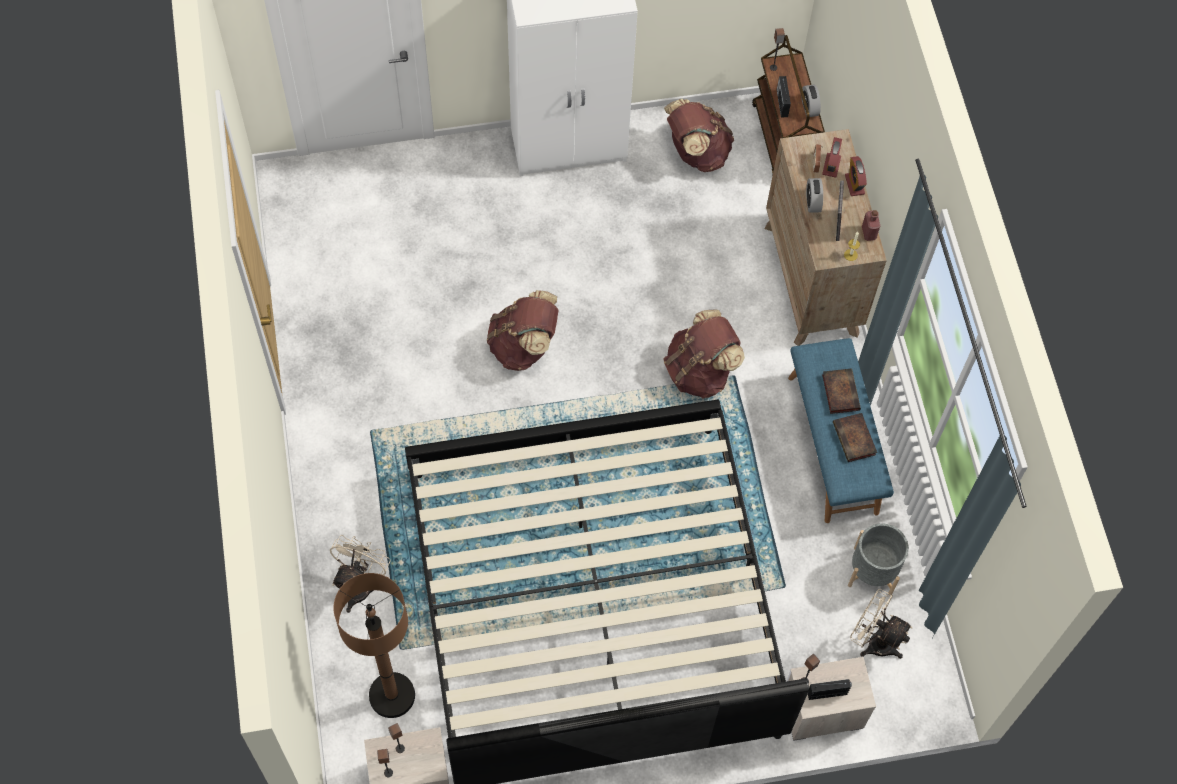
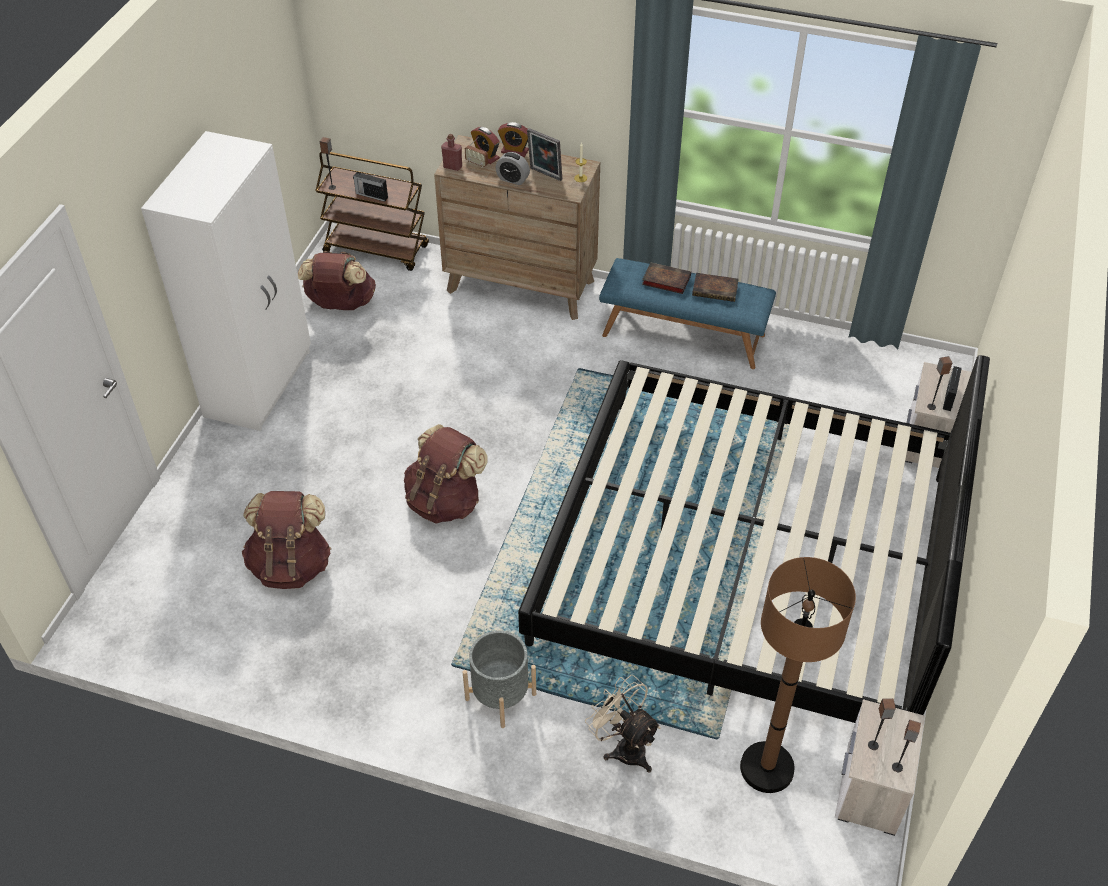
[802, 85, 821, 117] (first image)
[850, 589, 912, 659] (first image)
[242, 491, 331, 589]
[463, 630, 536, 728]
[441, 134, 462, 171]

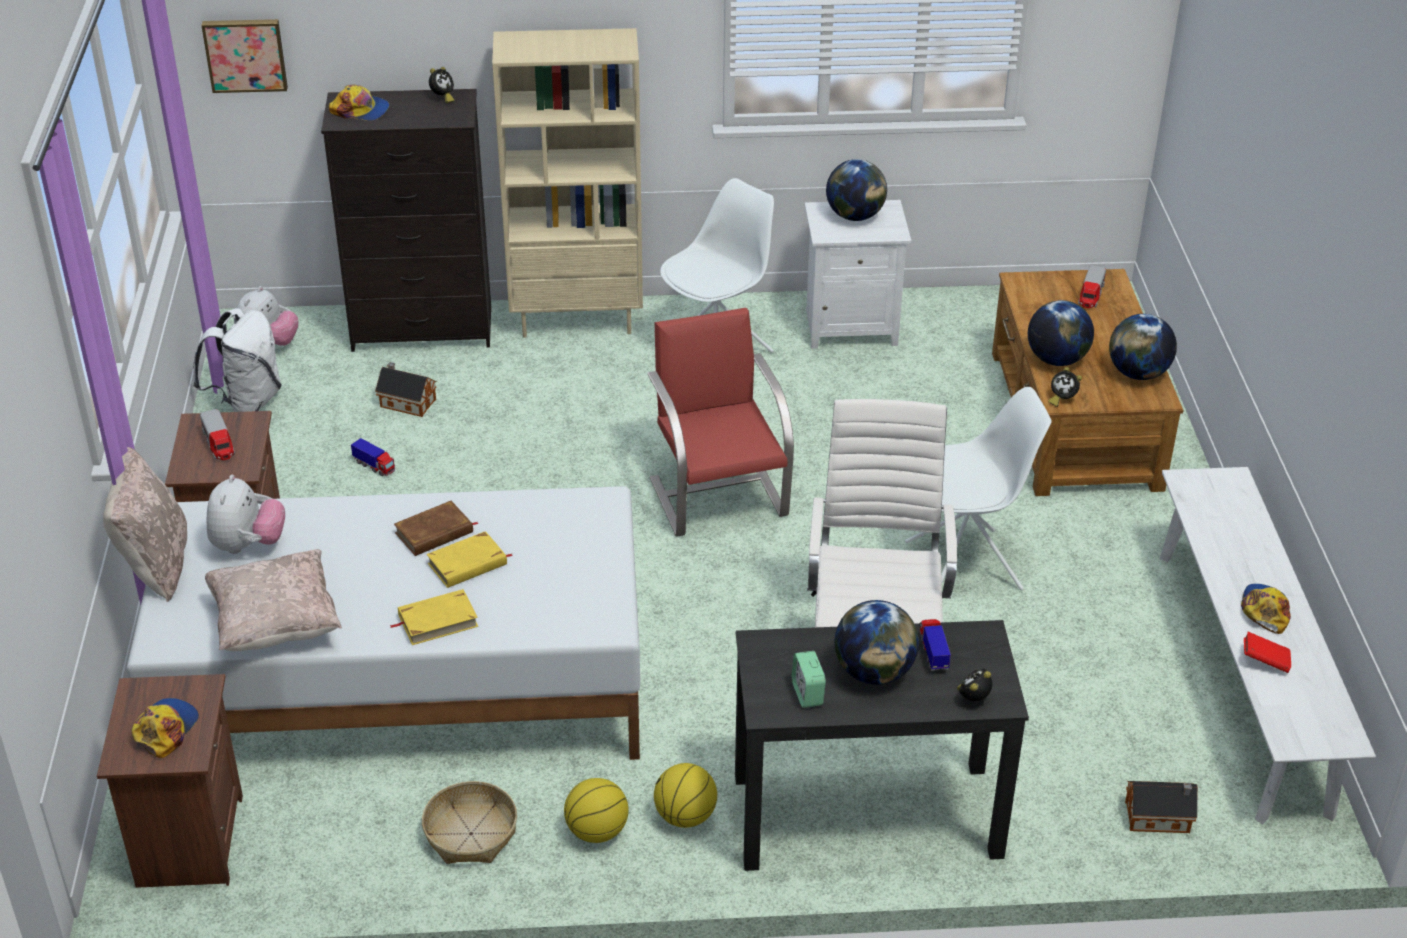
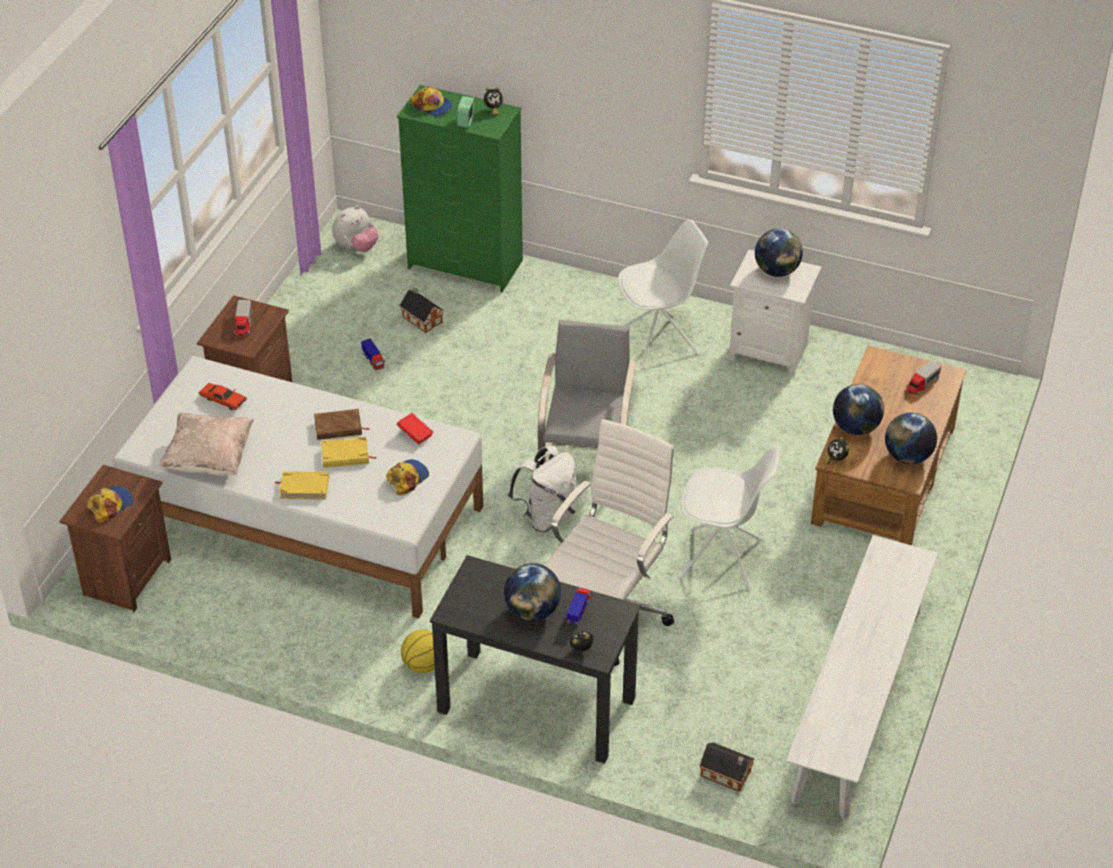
[103, 447, 187, 602] (first image)
[201, 19, 288, 93] (first image)
[422, 781, 517, 864] (first image)
[492, 28, 643, 338] (first image)
[564, 778, 629, 843] (first image)
[507, 446, 576, 532]
[457, 96, 474, 128]
[386, 459, 429, 495]
[397, 413, 433, 444]
[198, 383, 247, 410]
[397, 85, 523, 293]
[538, 320, 636, 462]

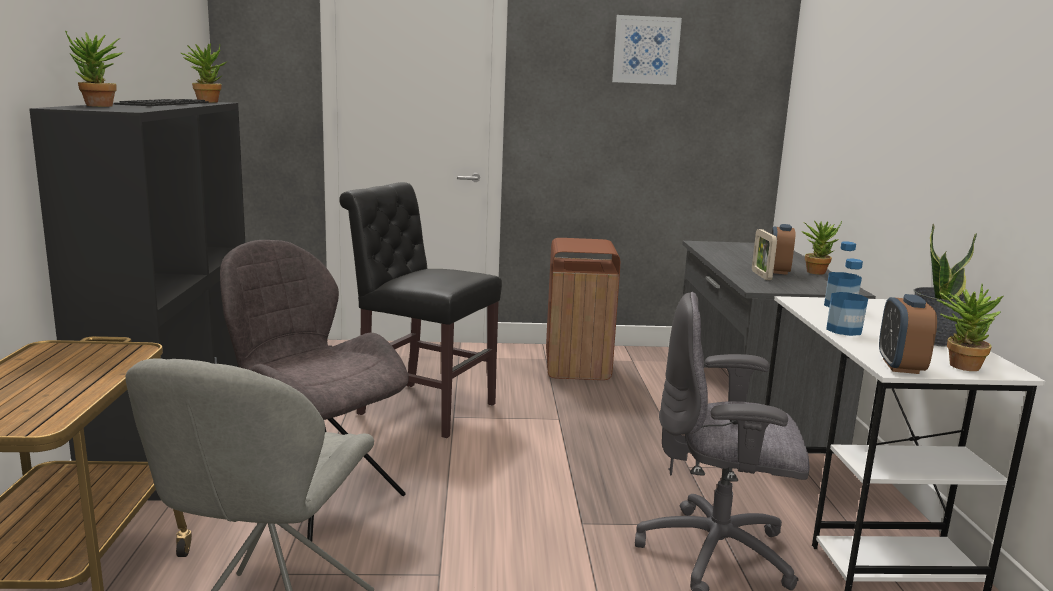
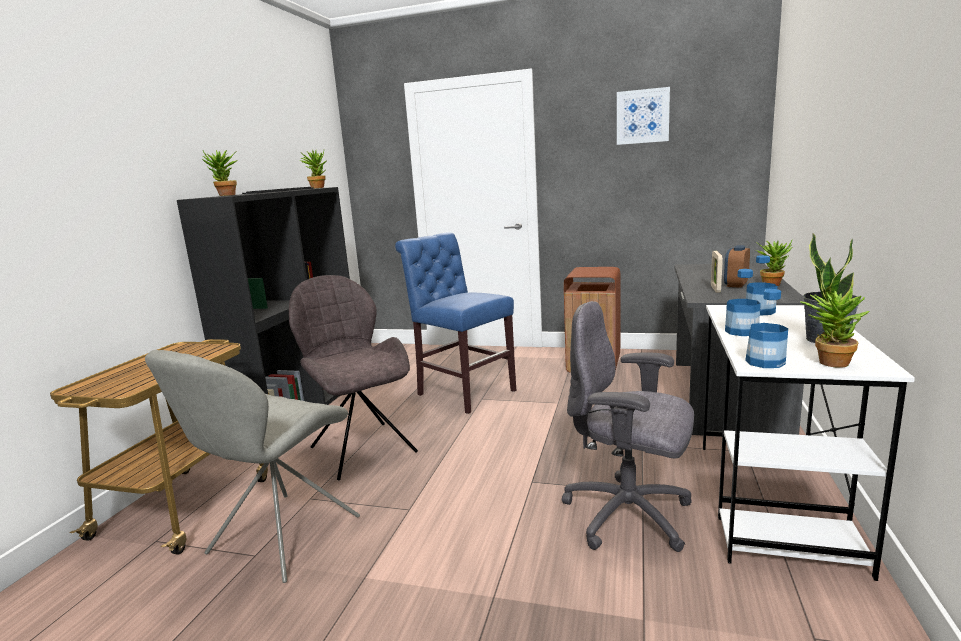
[745, 289, 788, 368]
[395, 232, 516, 414]

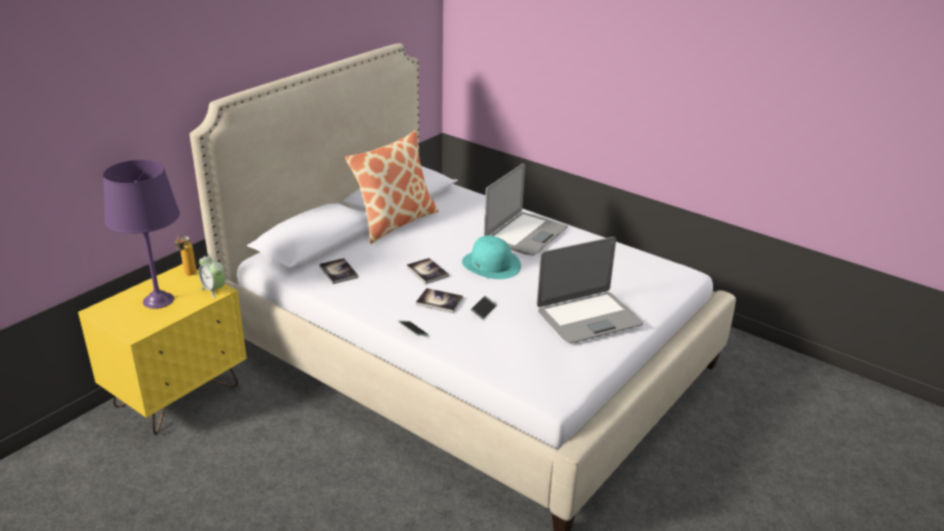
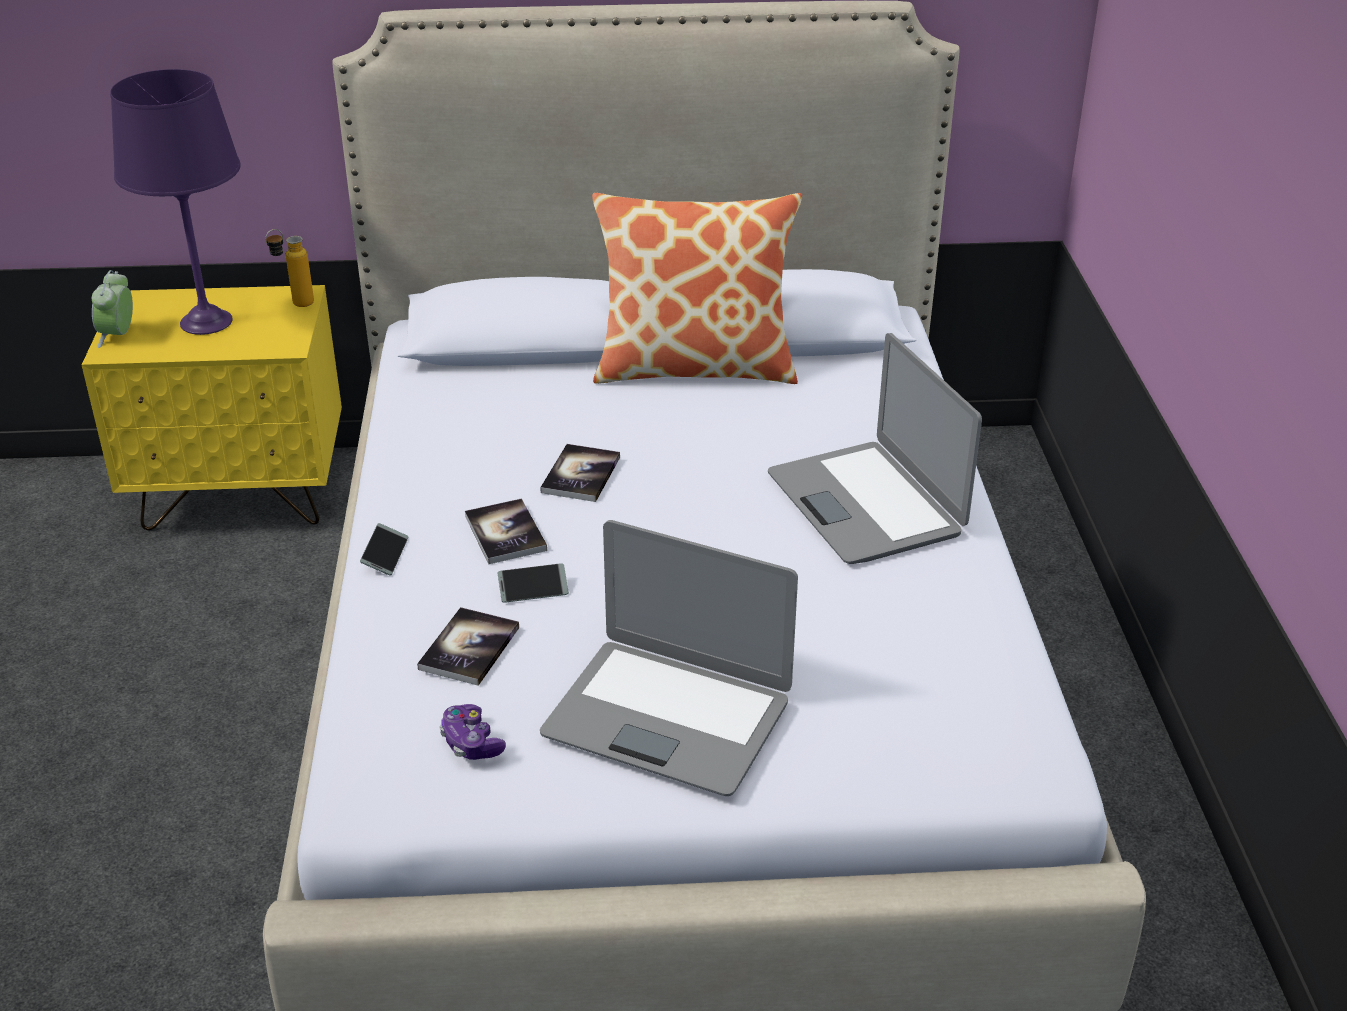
[462, 235, 521, 279] (first image)
[440, 704, 506, 760]
[92, 270, 133, 348]
[417, 607, 519, 686]
[768, 333, 982, 564]

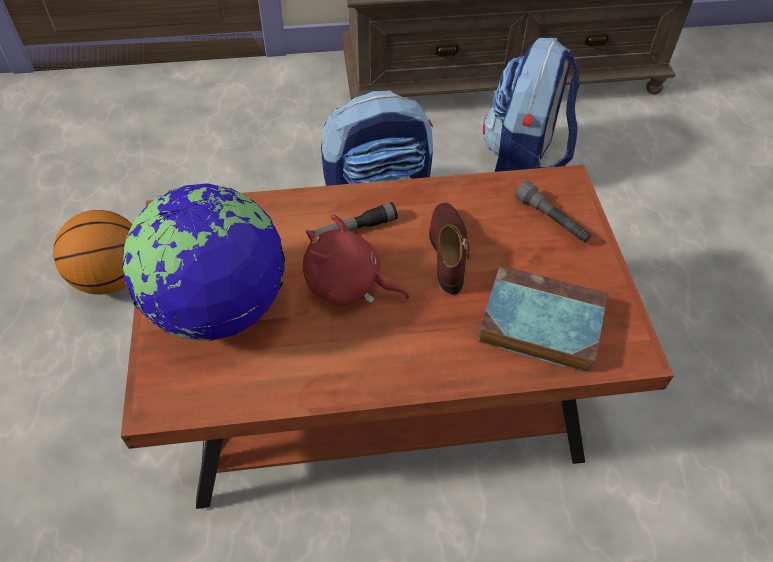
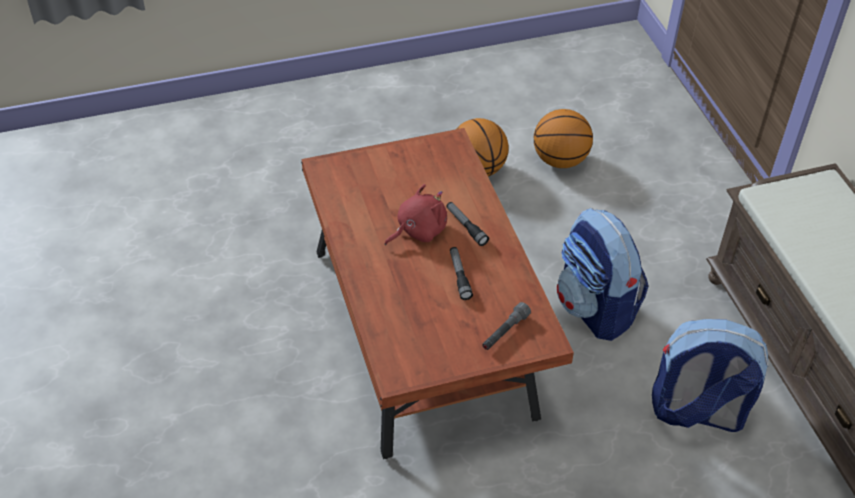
[122, 183, 285, 341] (first image)
[477, 265, 608, 374] (first image)
[534, 109, 593, 168]
[450, 247, 473, 300]
[385, 184, 447, 245]

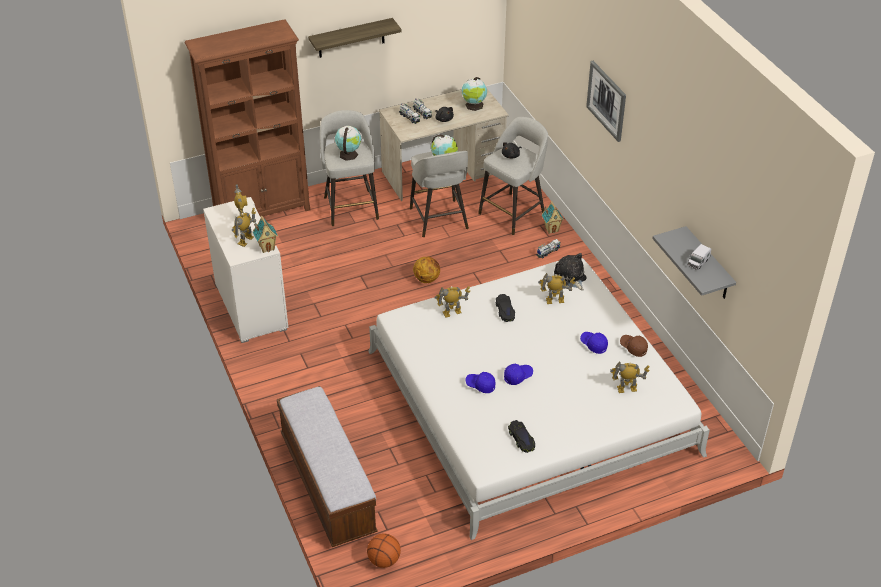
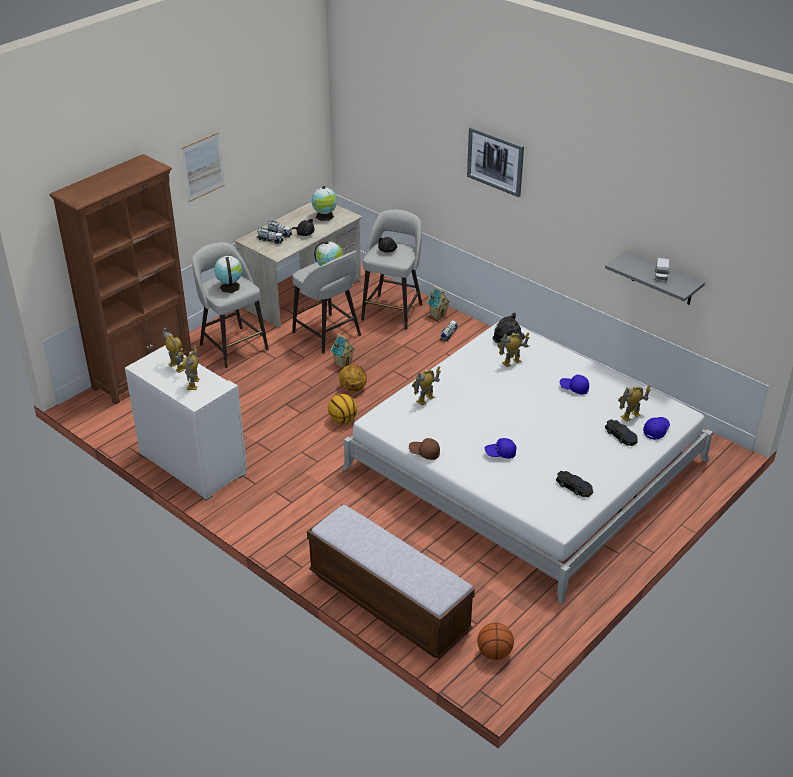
[328, 394, 357, 424]
[331, 334, 355, 368]
[605, 419, 638, 446]
[643, 417, 670, 440]
[409, 438, 440, 460]
[182, 132, 225, 202]

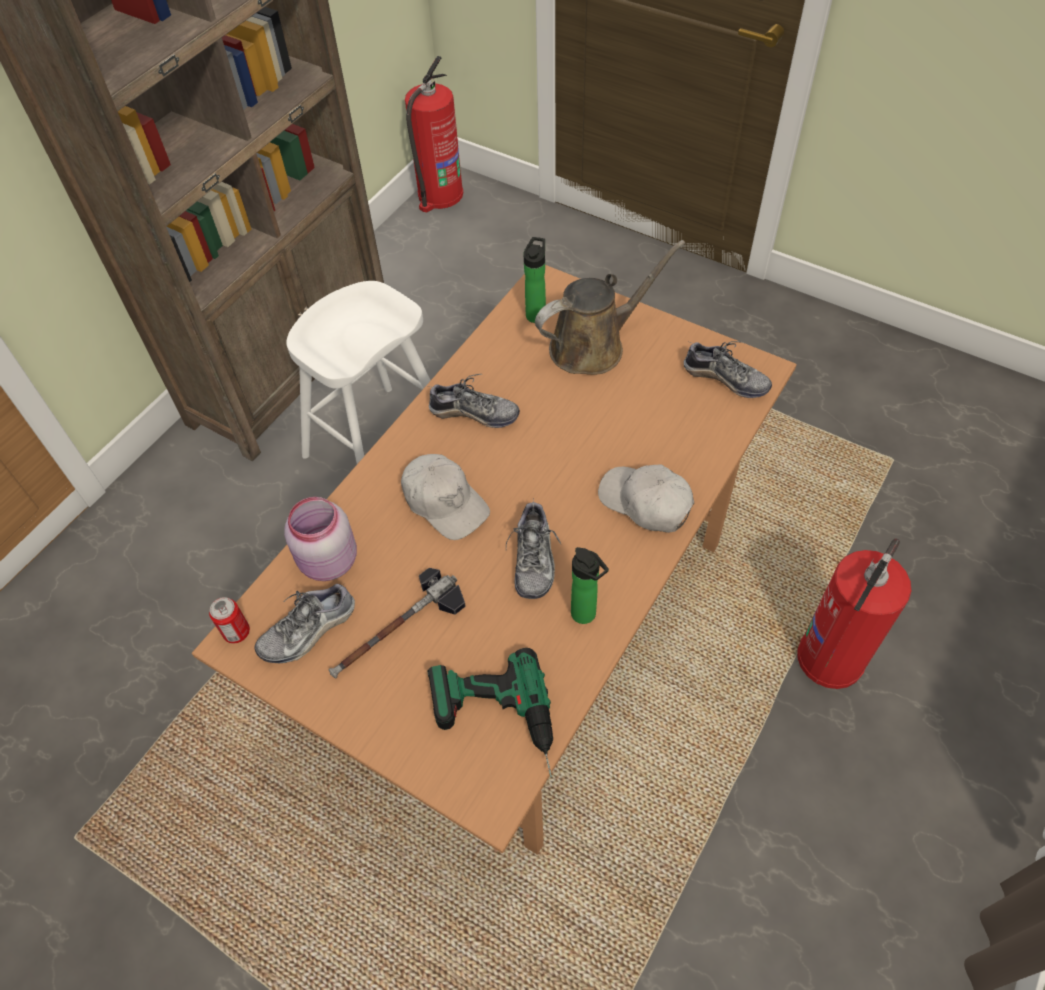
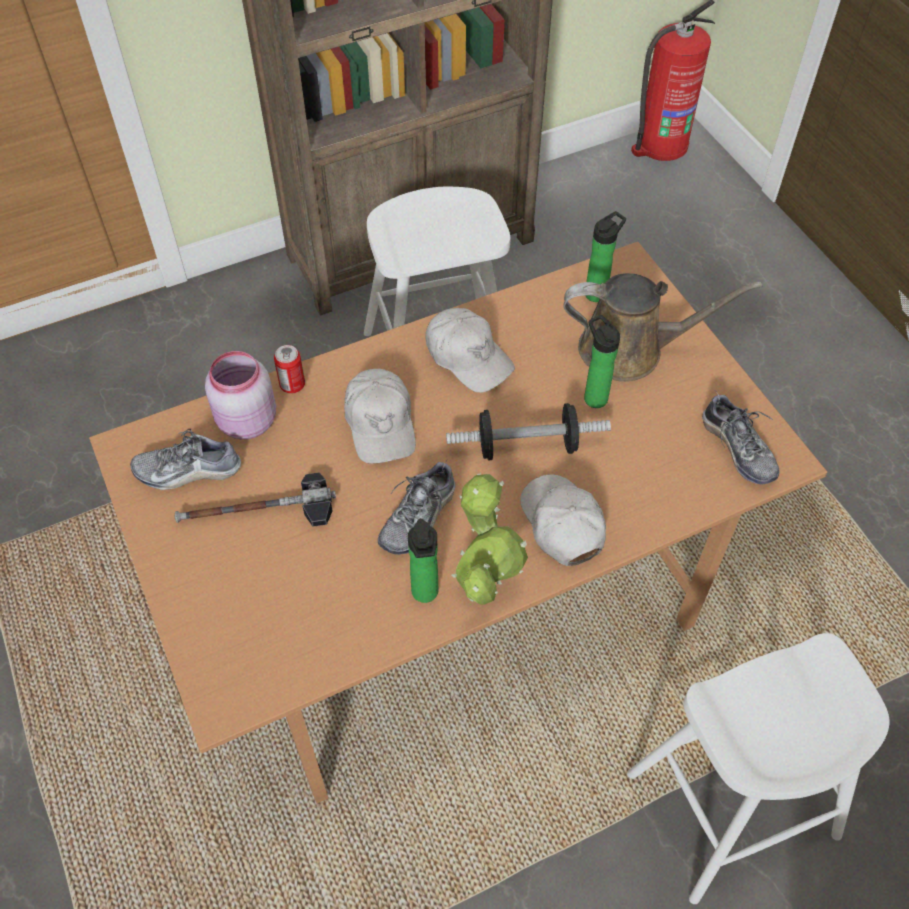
[427, 648, 553, 777] (first image)
[446, 403, 611, 461]
[452, 473, 528, 605]
[584, 315, 620, 408]
[274, 345, 305, 394]
[425, 308, 515, 393]
[627, 633, 890, 904]

